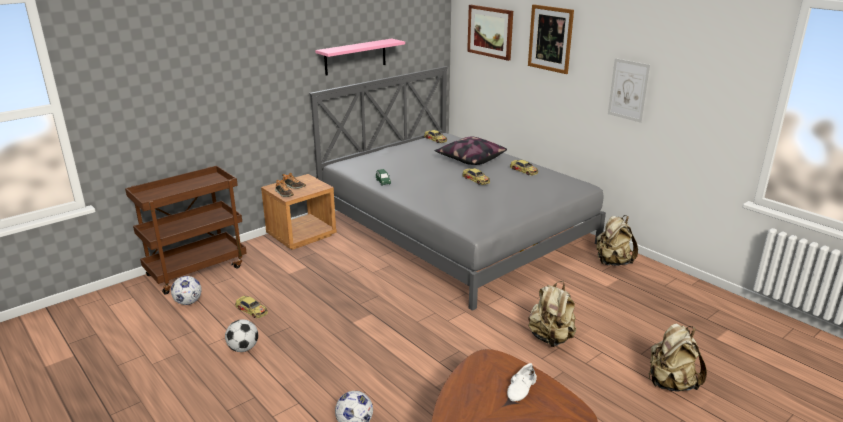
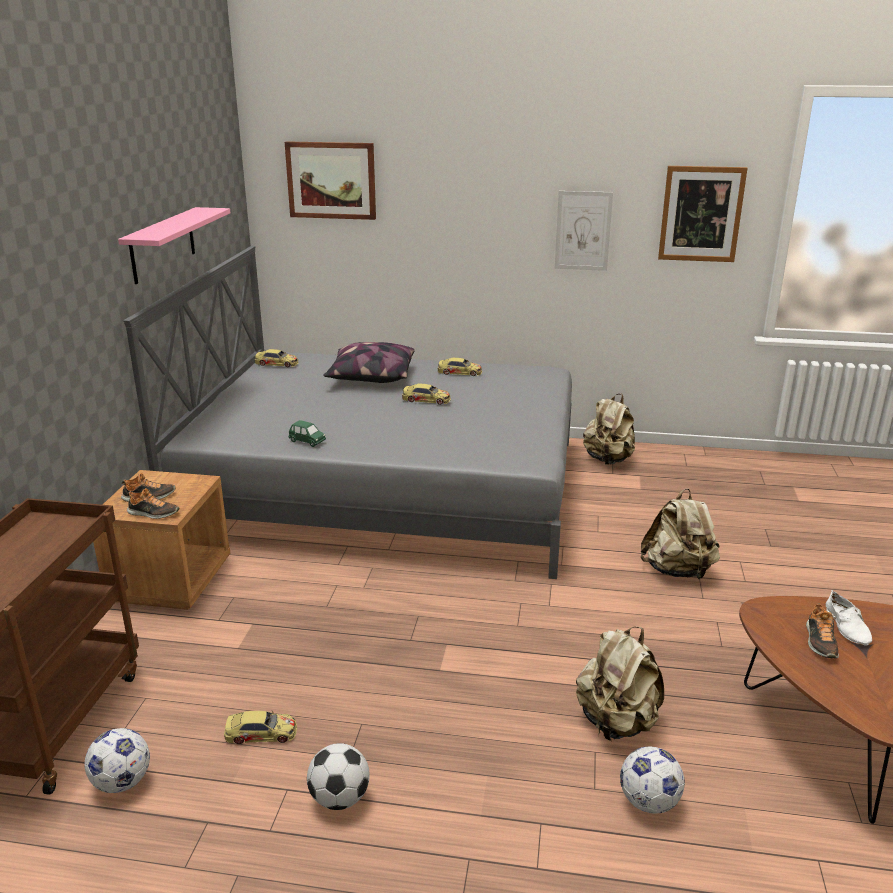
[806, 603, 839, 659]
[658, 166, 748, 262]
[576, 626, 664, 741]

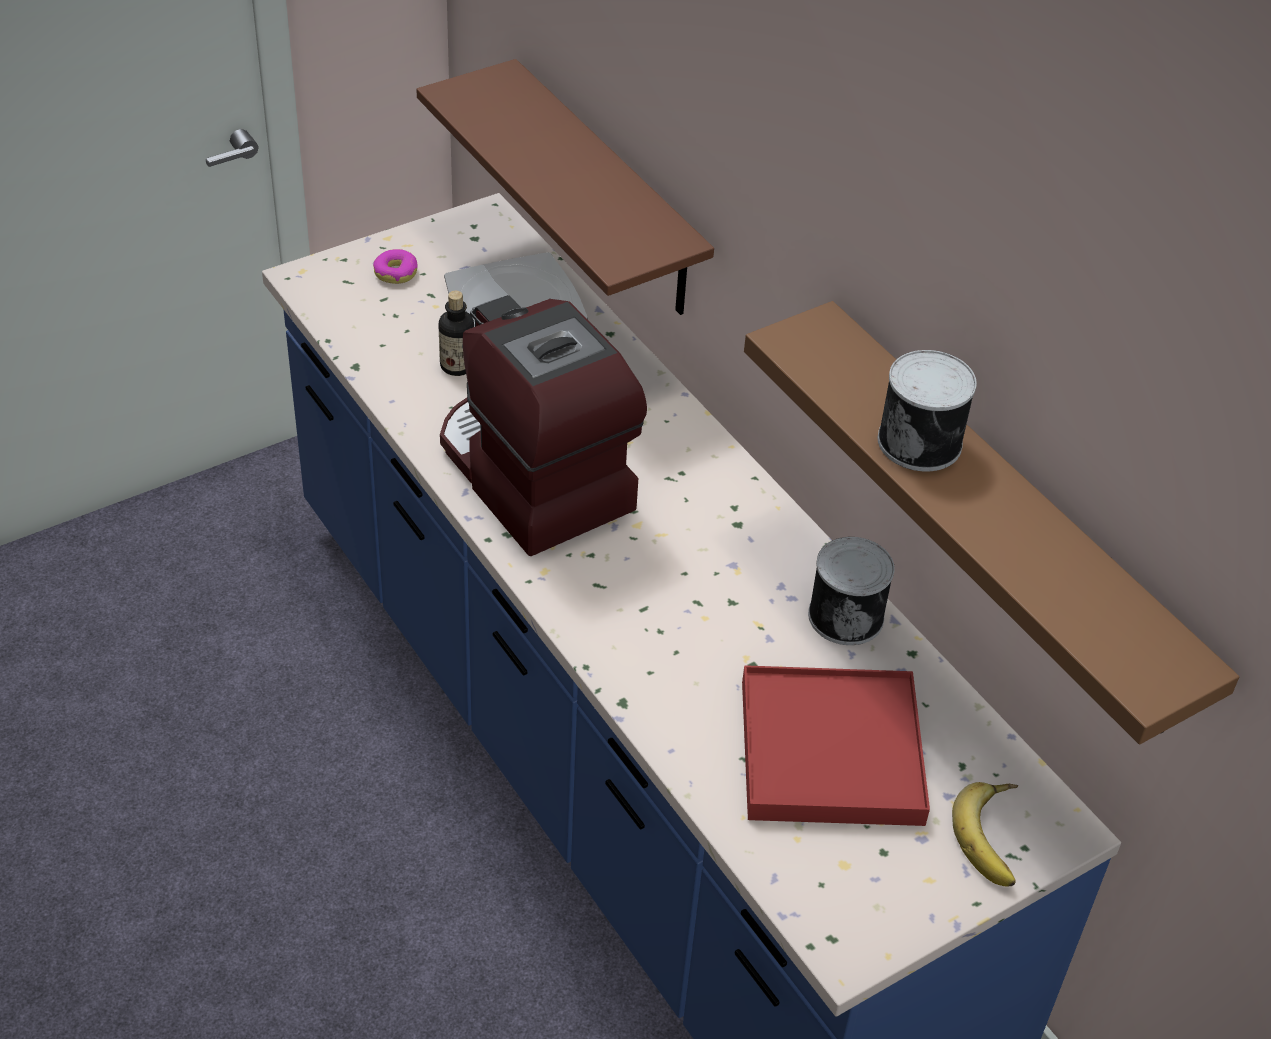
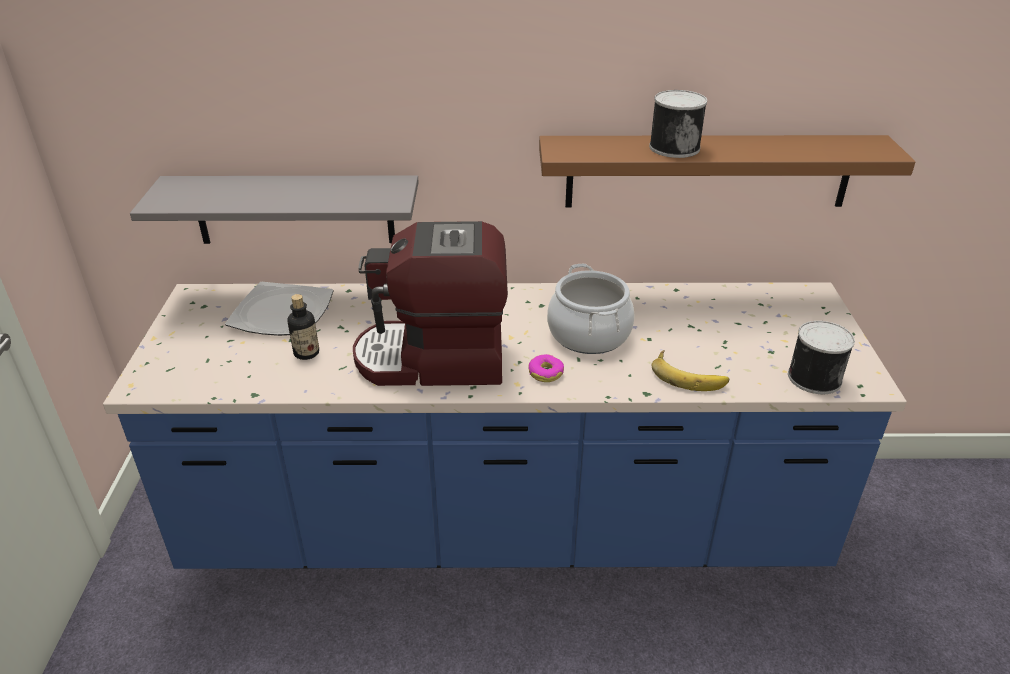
[742, 665, 930, 826] (first image)
[547, 264, 634, 354]
[528, 354, 564, 382]
[788, 321, 855, 394]
[652, 350, 729, 391]
[130, 176, 419, 244]

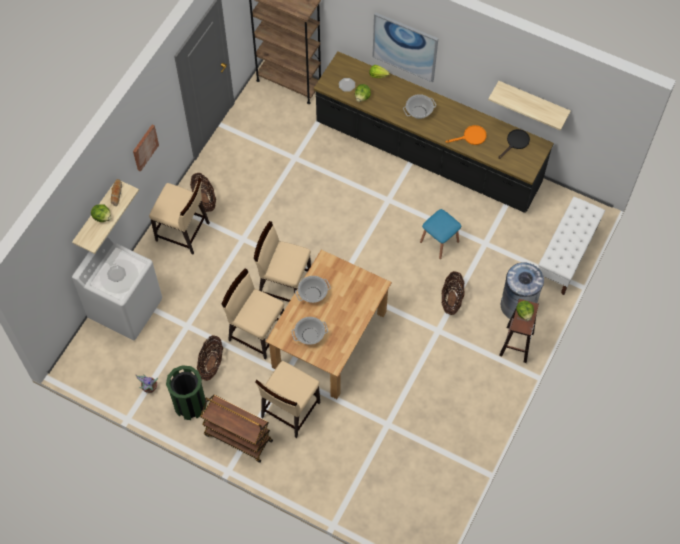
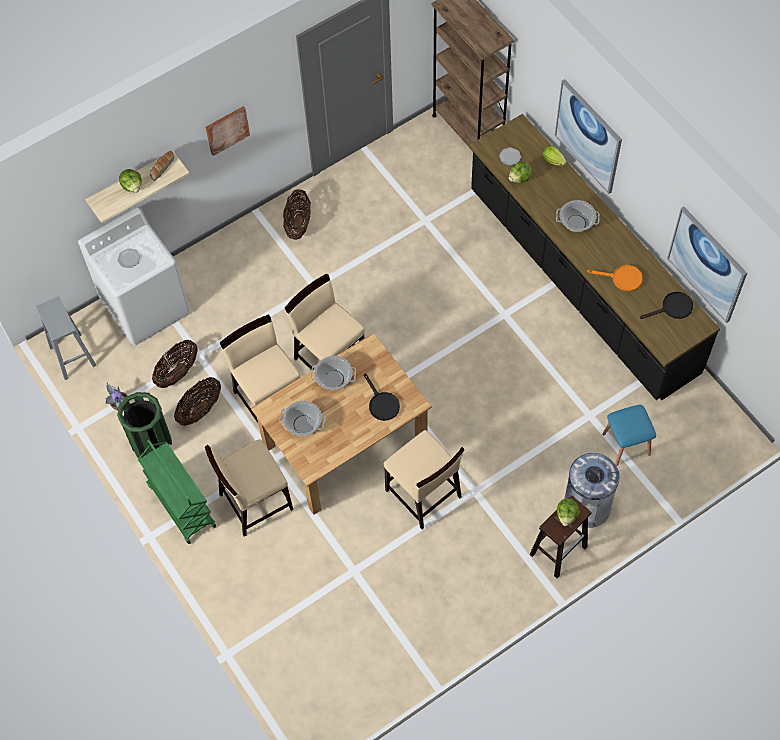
[538, 197, 605, 295] (first image)
[36, 296, 97, 380]
[364, 373, 400, 421]
[383, 430, 465, 529]
[602, 405, 656, 466]
[152, 340, 198, 388]
[667, 207, 747, 323]
[138, 440, 216, 544]

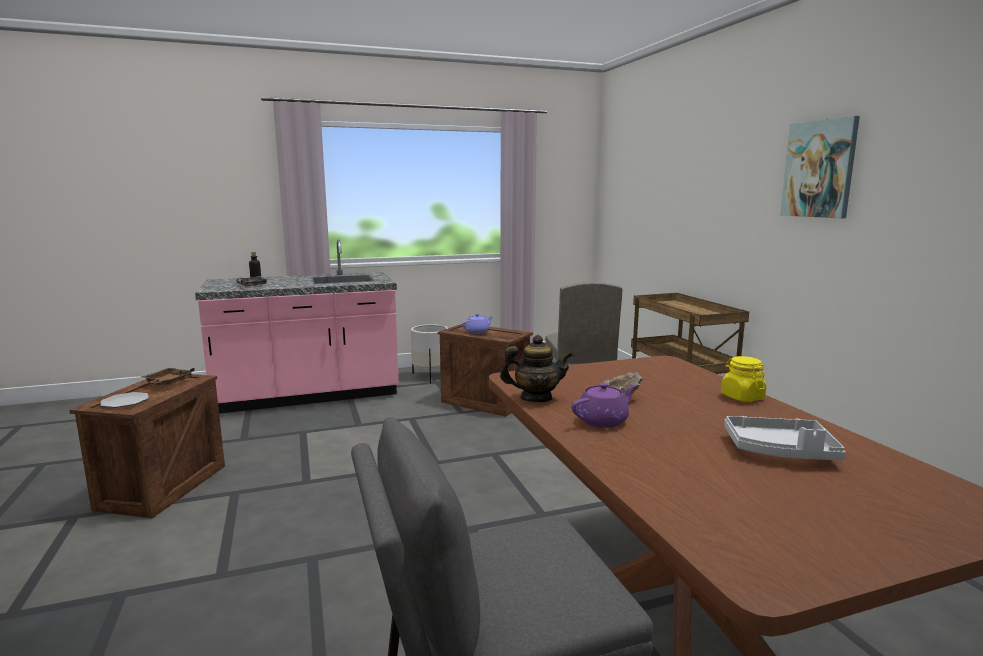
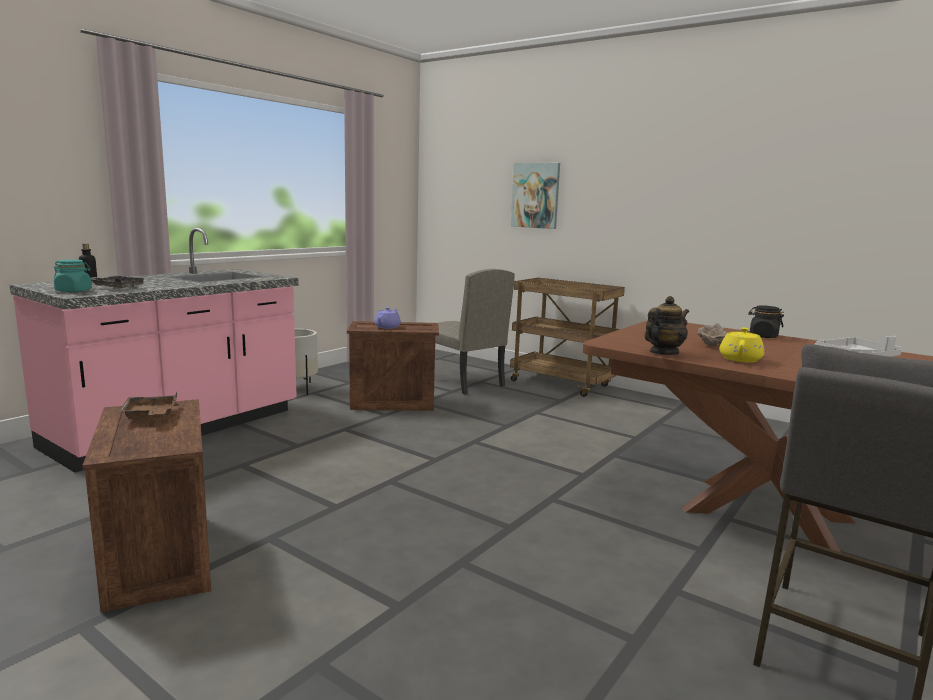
[101, 392, 149, 408] (first image)
[54, 260, 92, 292]
[511, 163, 560, 229]
[720, 327, 764, 362]
[748, 305, 784, 338]

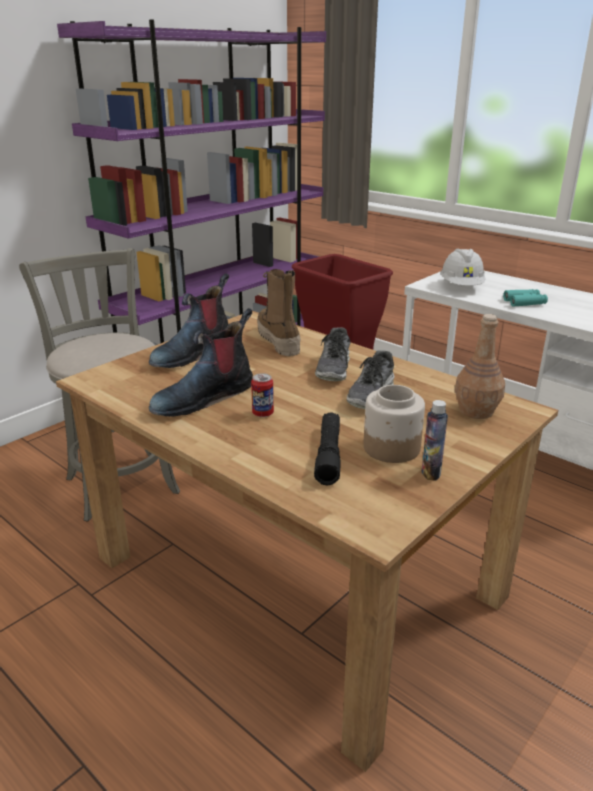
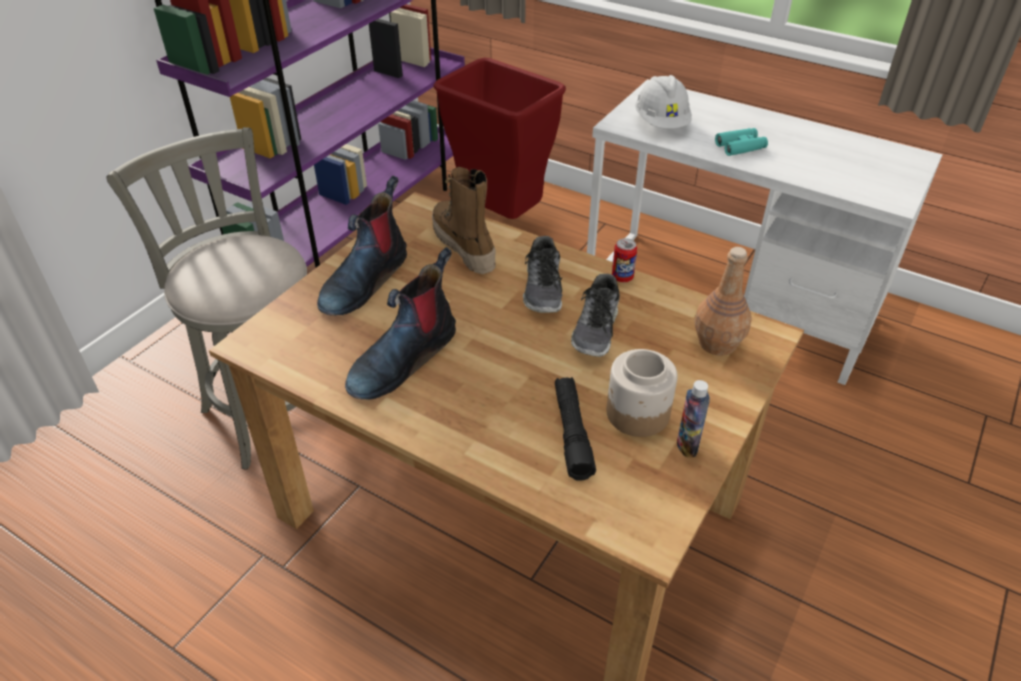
[612, 238, 637, 282]

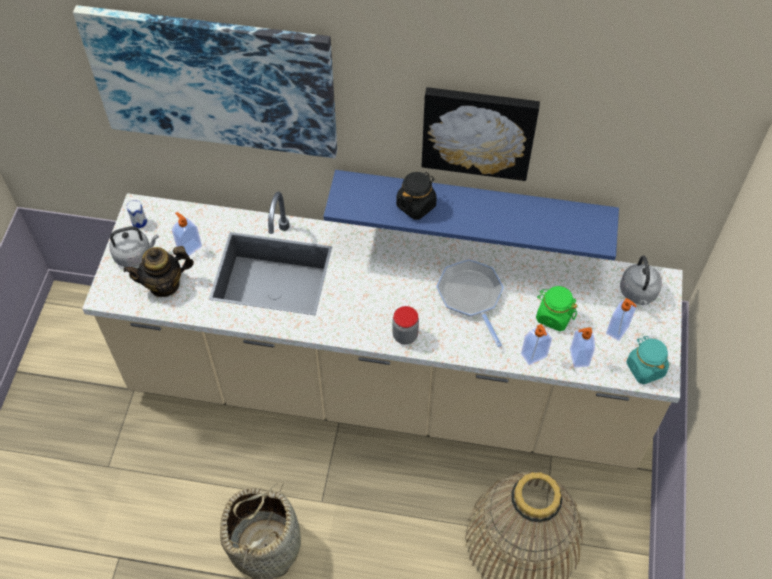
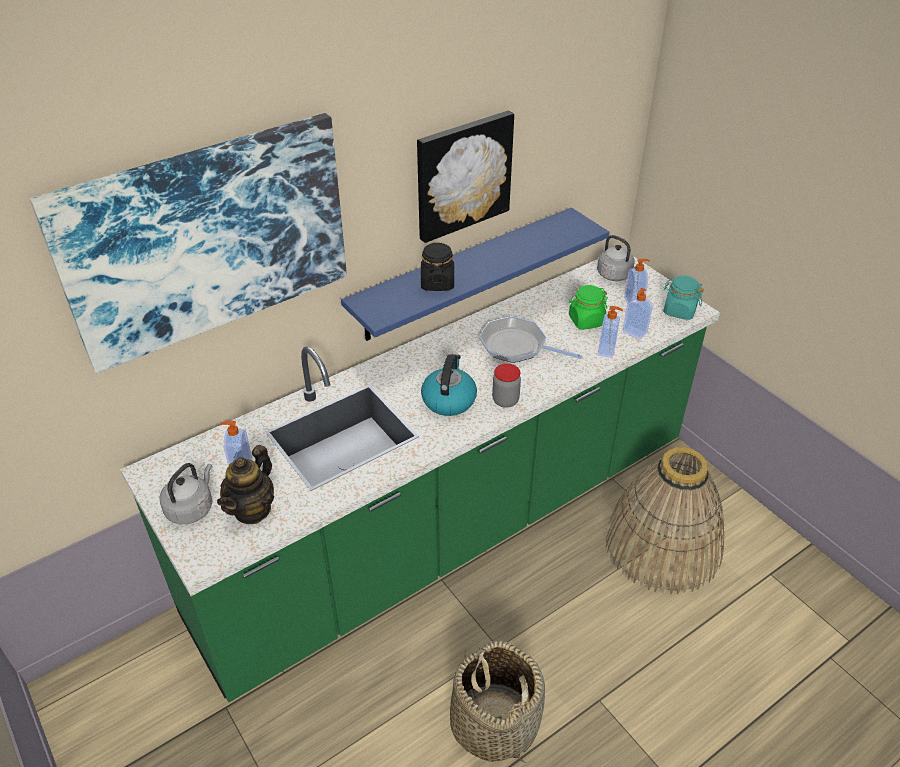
[126, 200, 147, 228] (first image)
[421, 354, 477, 416]
[120, 256, 720, 702]

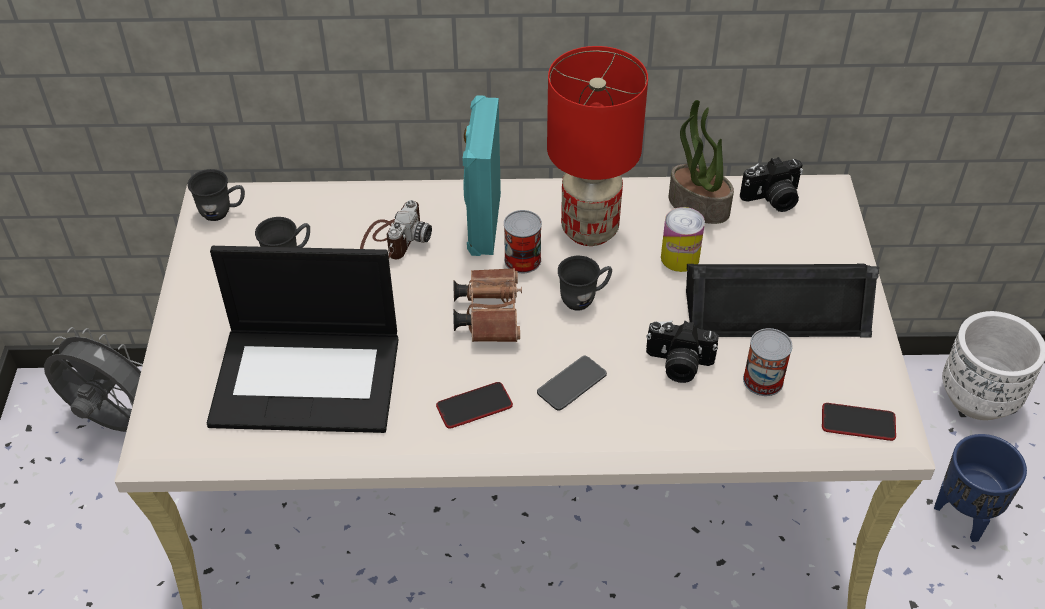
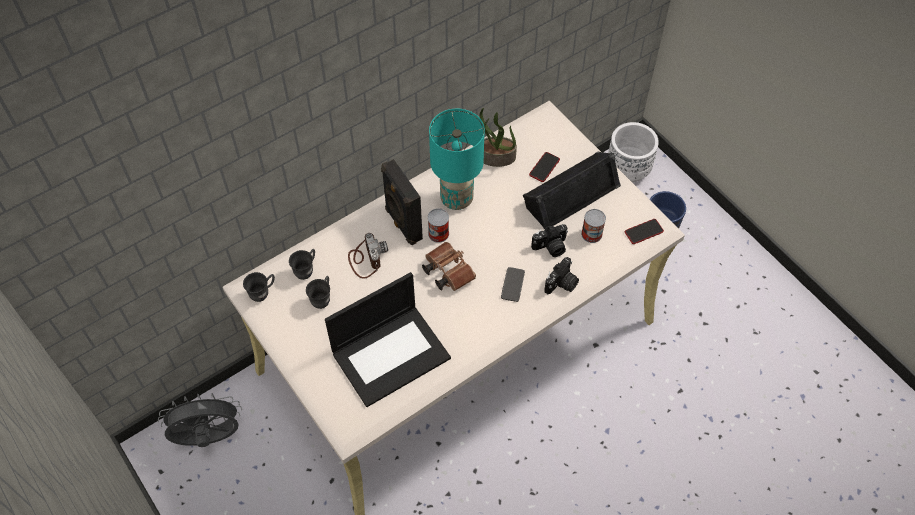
[661, 207, 705, 272] (first image)
[529, 152, 560, 182]
[289, 249, 315, 280]
[545, 257, 579, 294]
[381, 159, 423, 245]
[429, 109, 485, 210]

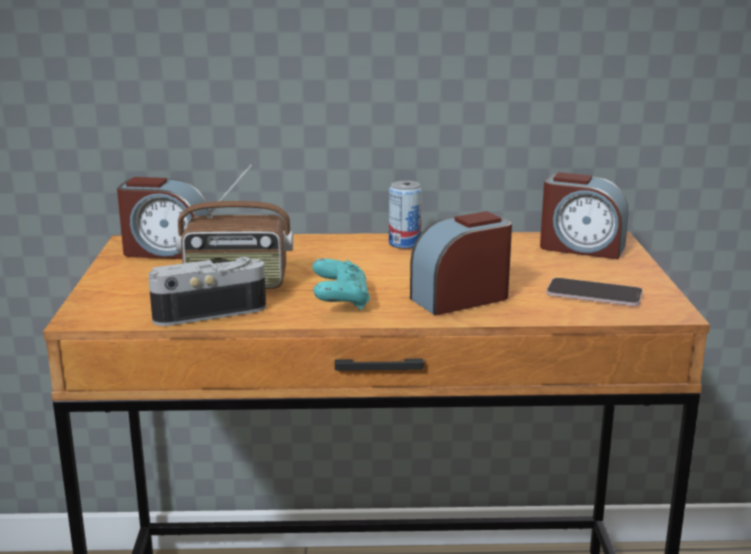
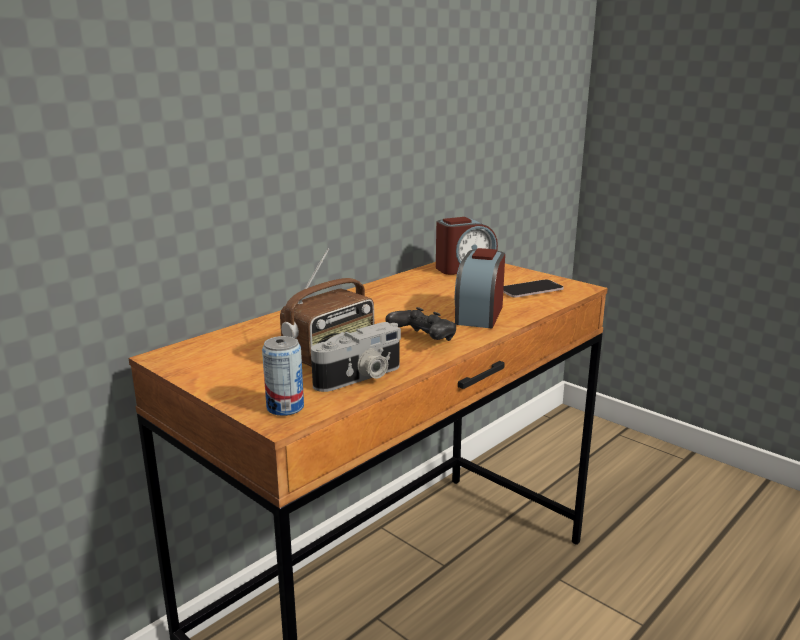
[117, 177, 209, 259] (first image)
[262, 336, 304, 416]
[385, 307, 456, 341]
[311, 322, 401, 392]

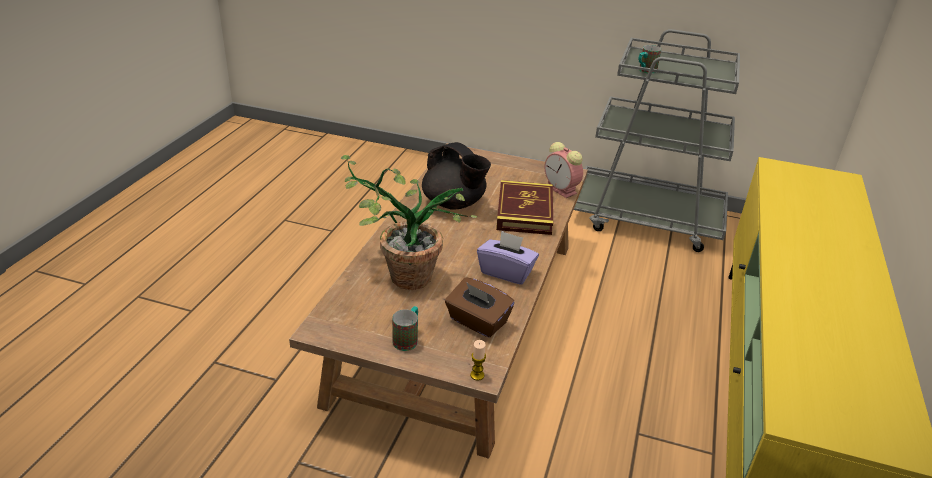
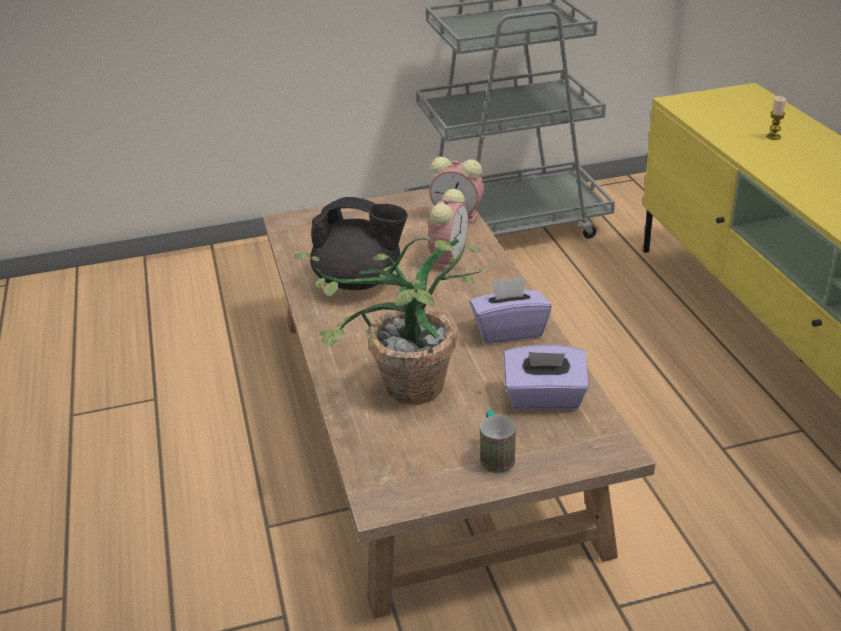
[638, 45, 661, 74] (first image)
[767, 96, 786, 140]
[428, 189, 468, 270]
[504, 345, 589, 410]

